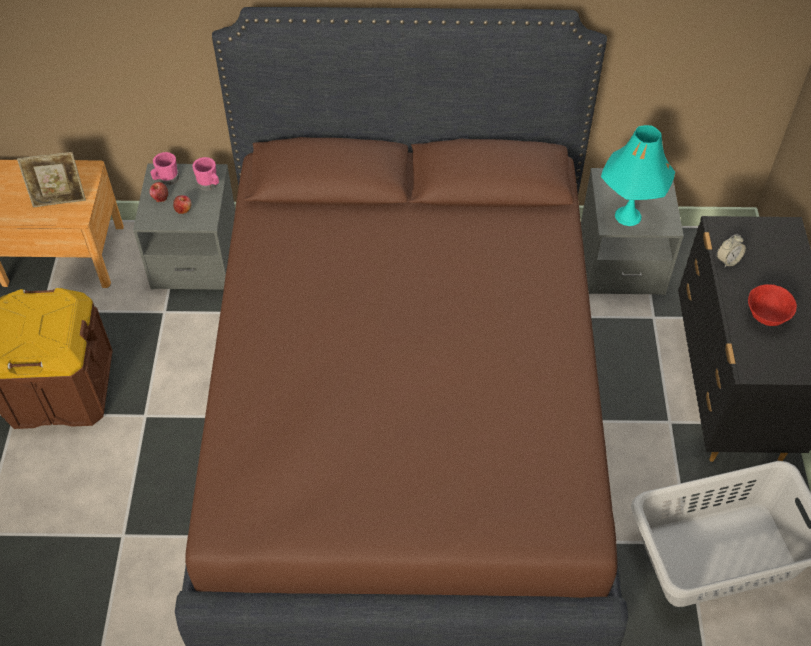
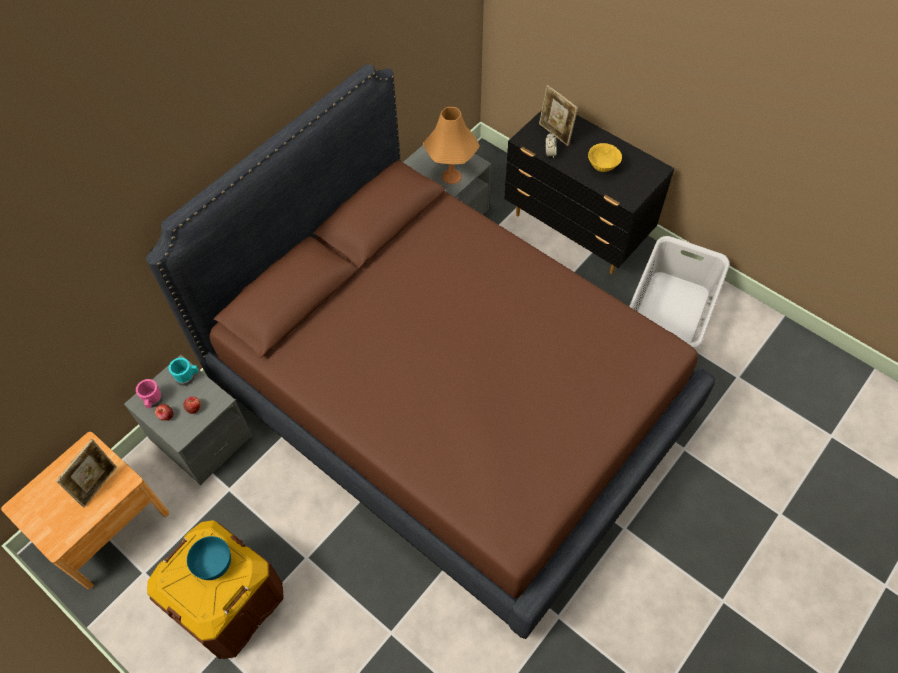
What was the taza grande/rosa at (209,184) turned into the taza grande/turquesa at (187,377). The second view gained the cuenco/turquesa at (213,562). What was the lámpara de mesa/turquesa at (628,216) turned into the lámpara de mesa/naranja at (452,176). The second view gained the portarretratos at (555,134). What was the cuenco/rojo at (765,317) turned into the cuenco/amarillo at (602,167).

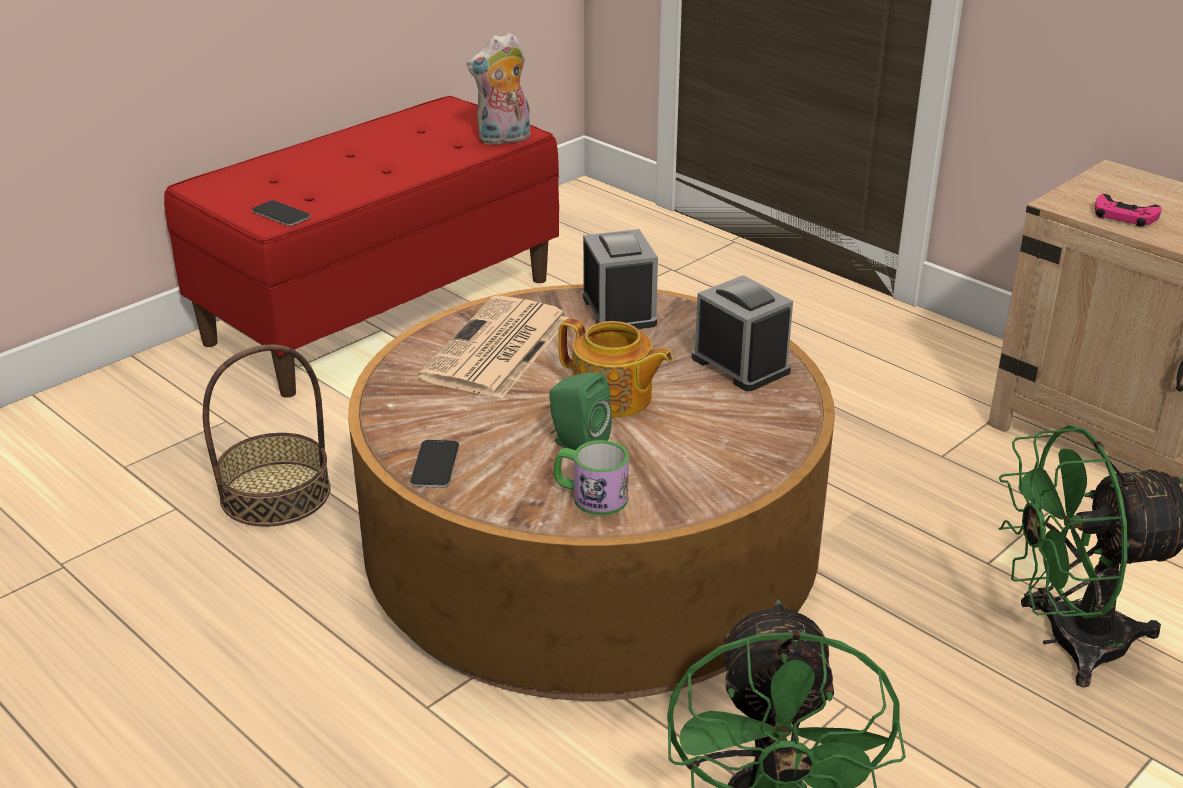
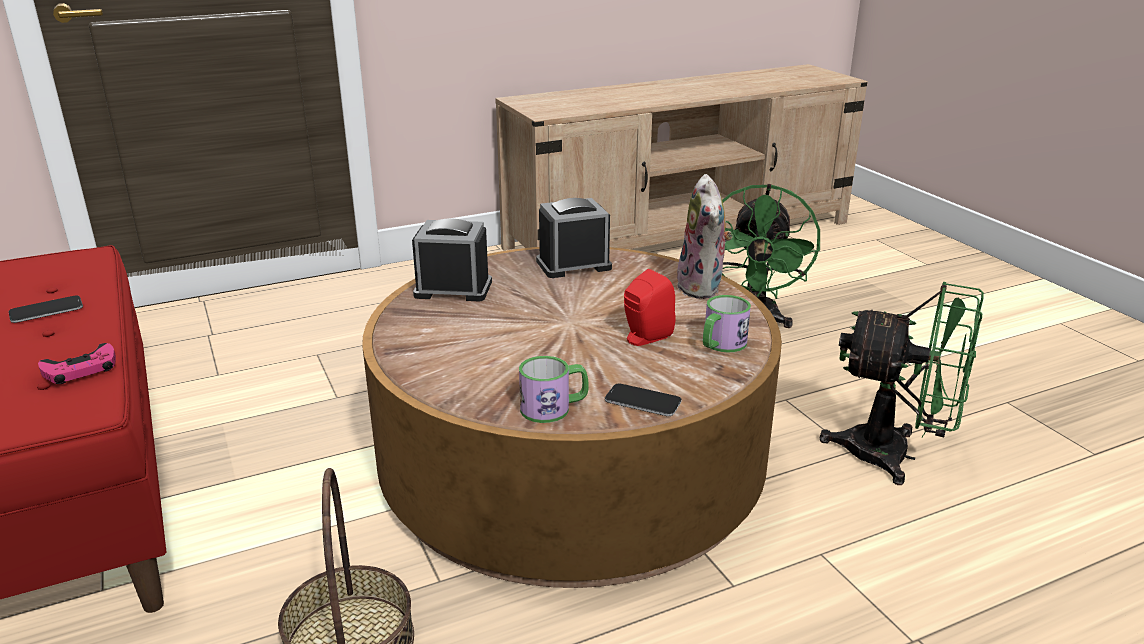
The móvil ended up elsewhere, having gone from (281,215) to (46,311). The mando de consola/rosa ended up elsewhere, having gone from (1124,216) to (81,370). The second view gained the taza grande at (554,408). What was the altavoz/verde at (576,444) turned into the altavoz/rojo at (644,338). The peluche ended up elsewhere, having gone from (504,139) to (703,288). The second view lost the periódico at (497,350). The second view lost the tetera at (613,398).

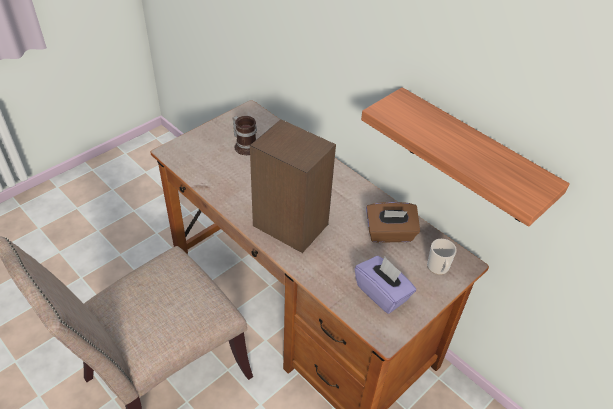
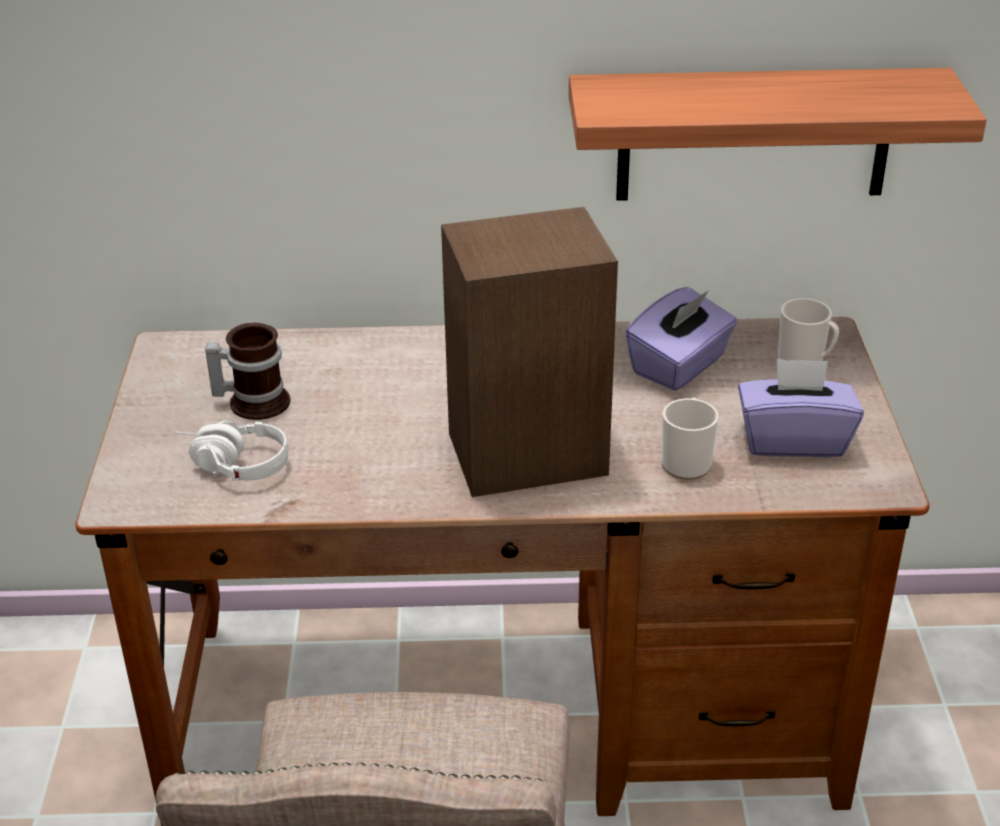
The second view gained the auriculares/blanco at (230,465). What was the caja de pañuelos/marrón at (390,234) turned into the caja de pañuelos/morado at (679,366). The second view gained the taza grande at (687,461).

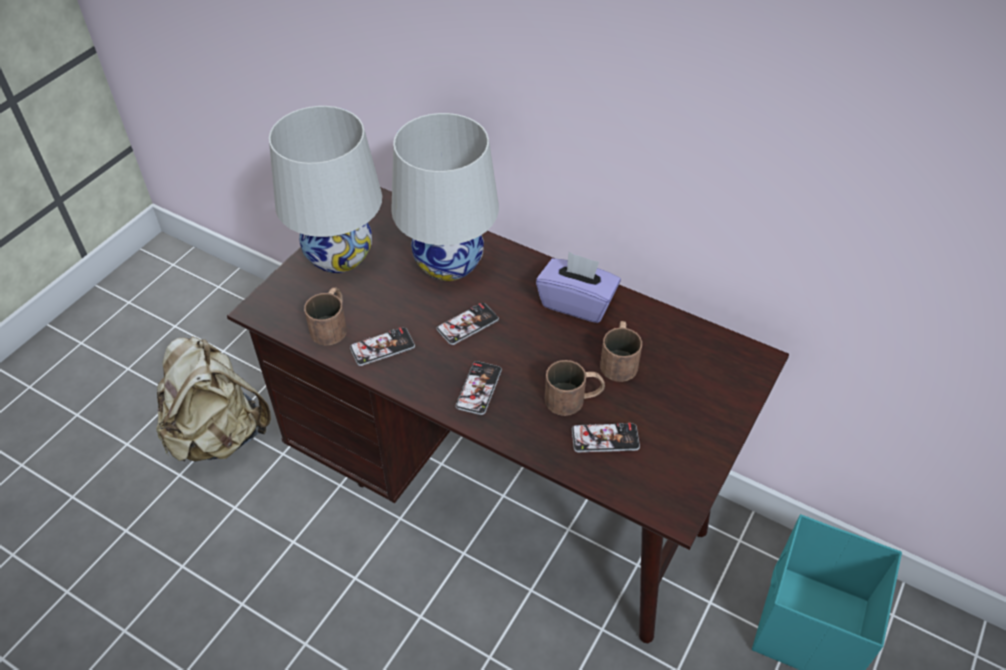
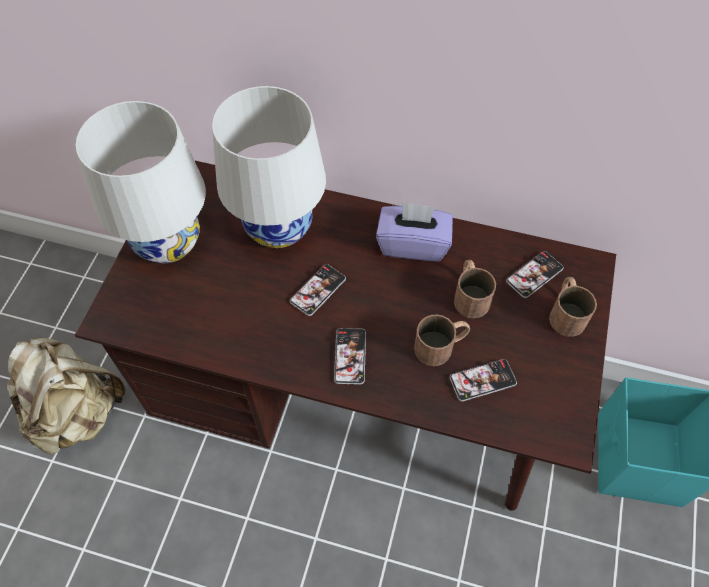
The móvil ended up elsewhere, having gone from (382,347) to (534,275). The taza grande/marrón ended up elsewhere, having gone from (332,324) to (566,312).

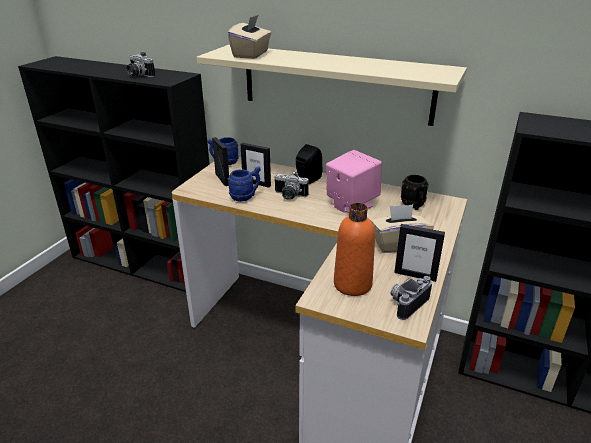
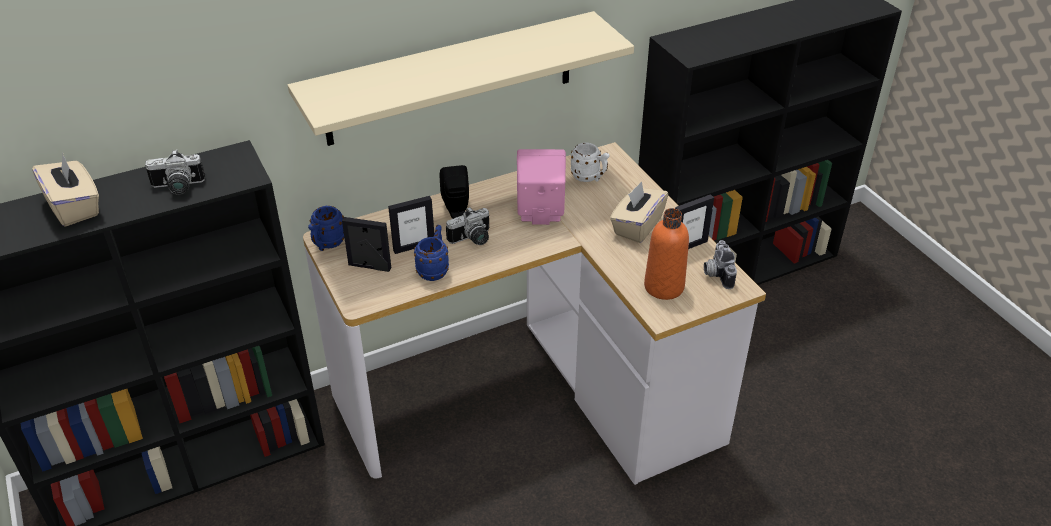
The caja de pañuelos/beis ended up elsewhere, having gone from (251,54) to (74,207). What was the taza grande/negro at (413,206) turned into the taza grande/blanco at (589,177).

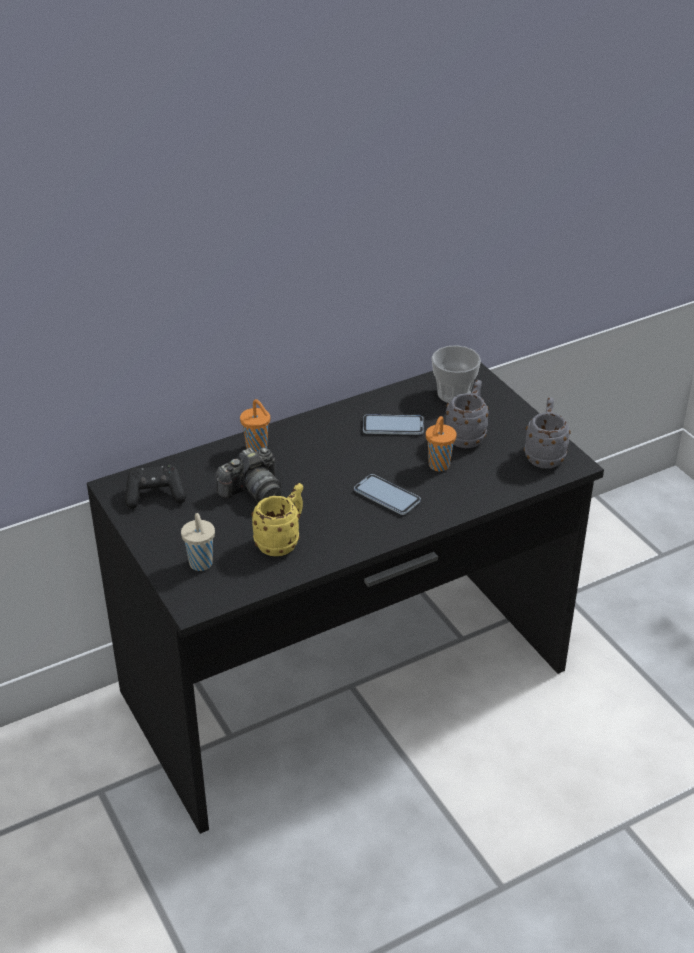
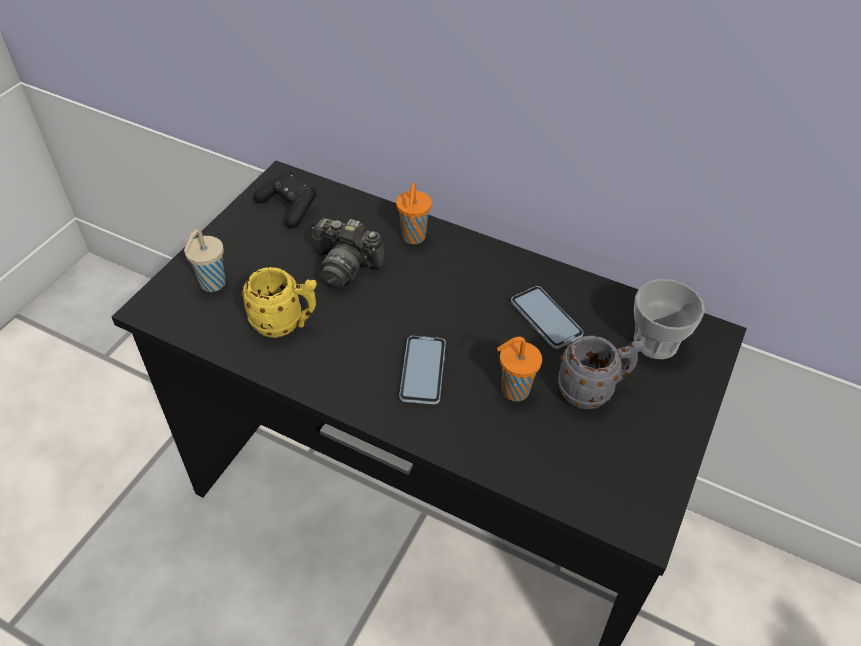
The second view lost the taza grande/gris at (544,455).

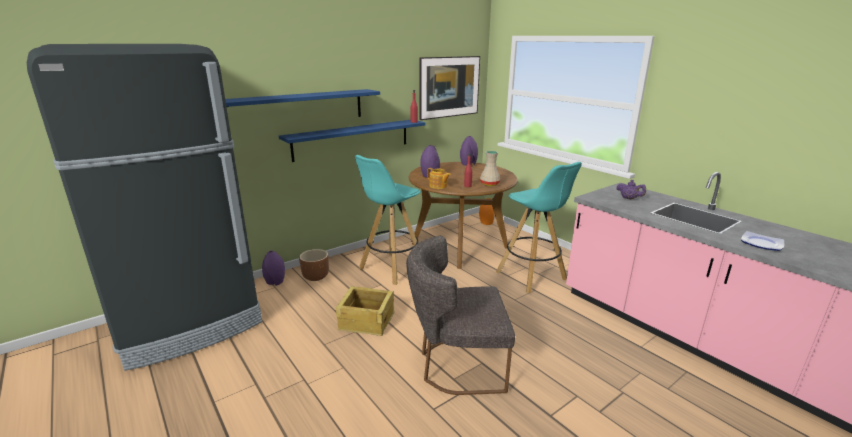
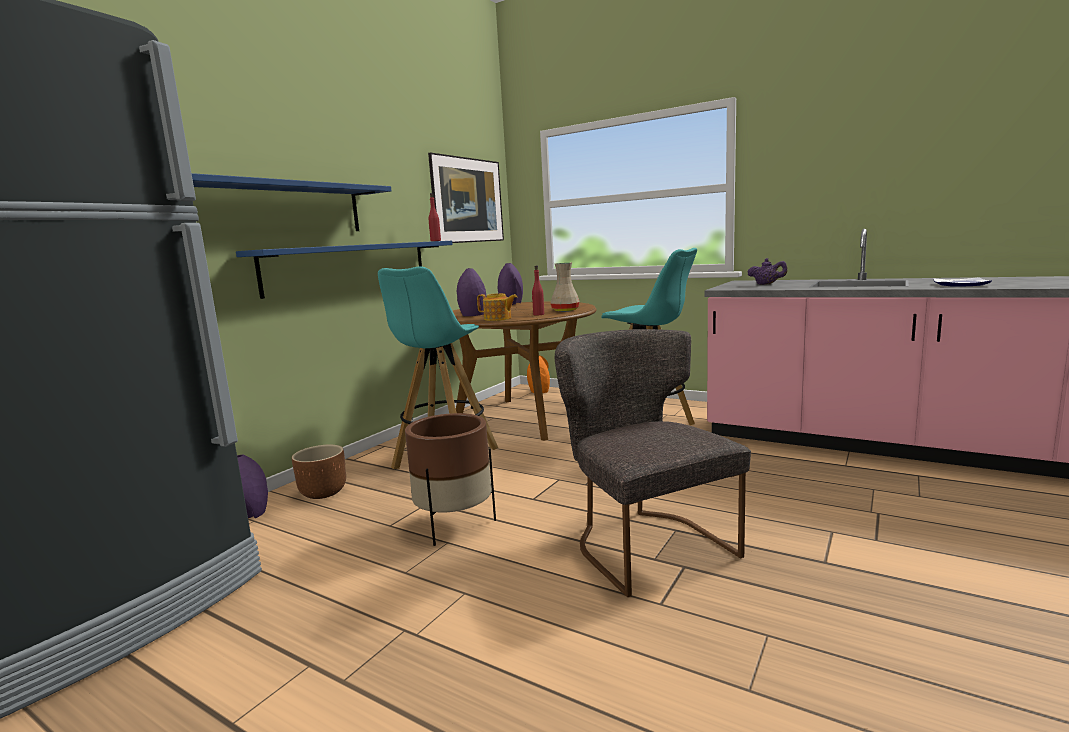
Where the caja de embalaje stood at (366,320), the maceta/marrón came to stand at (455,525). The silla/gris at (456,365) ended up facing another way, 90 degrees clockwise from before.

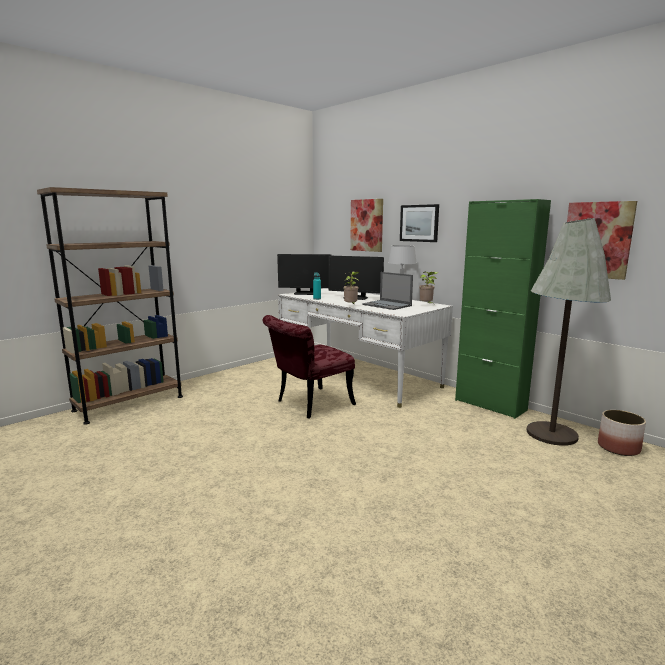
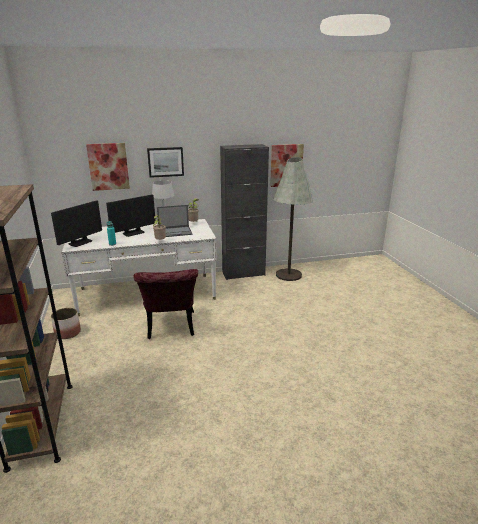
The maceta ended up elsewhere, having gone from (618,448) to (67,333). What was the armario/verde at (490,405) turned into the armario/negro at (243,274).

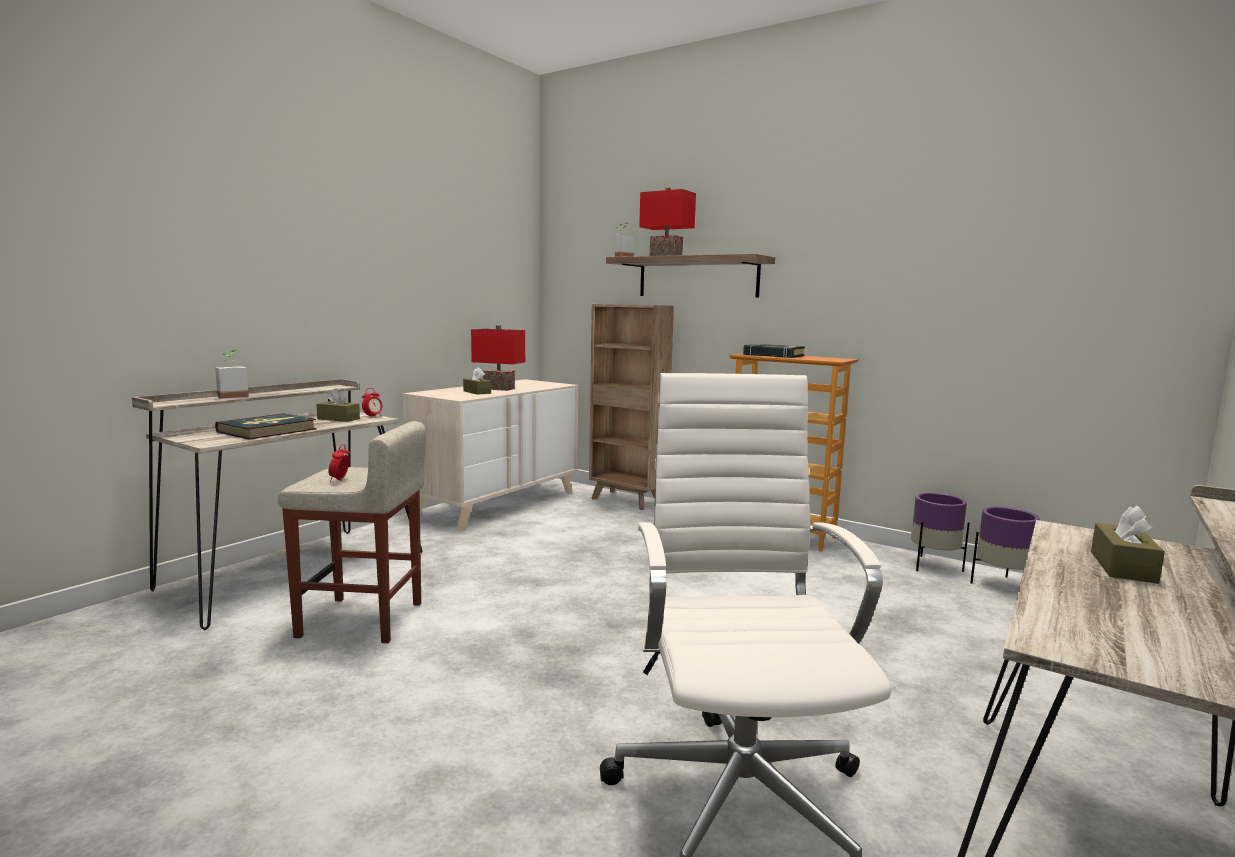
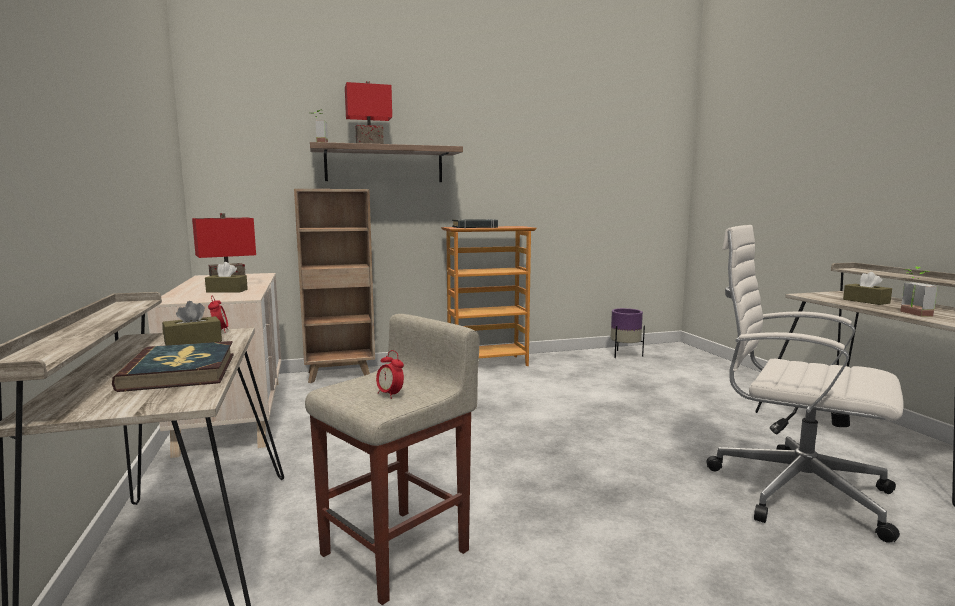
The planta en maceta ended up elsewhere, having gone from (231,396) to (911,314). The second view lost the maceta/morado at (933,566).

